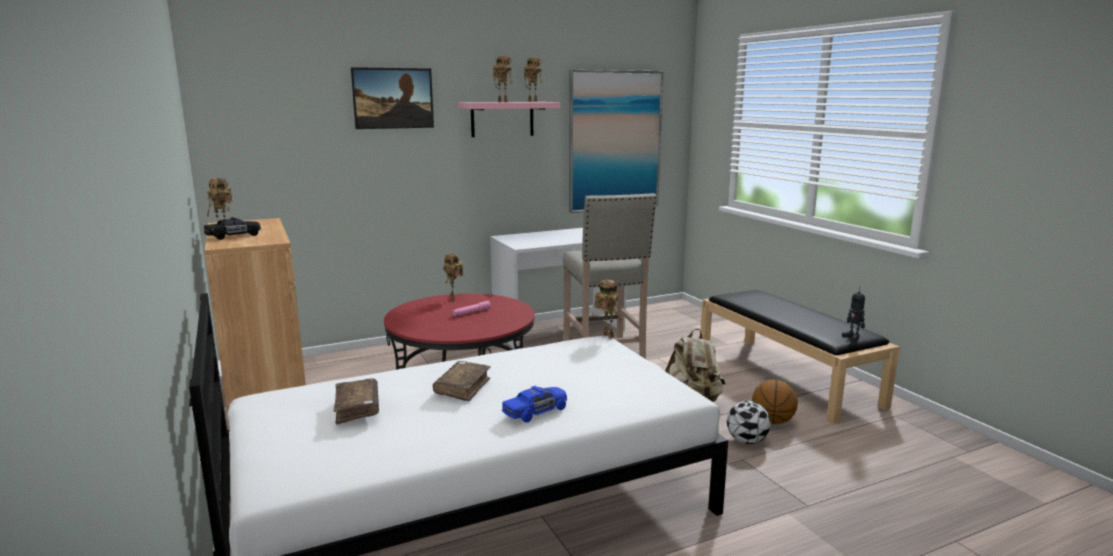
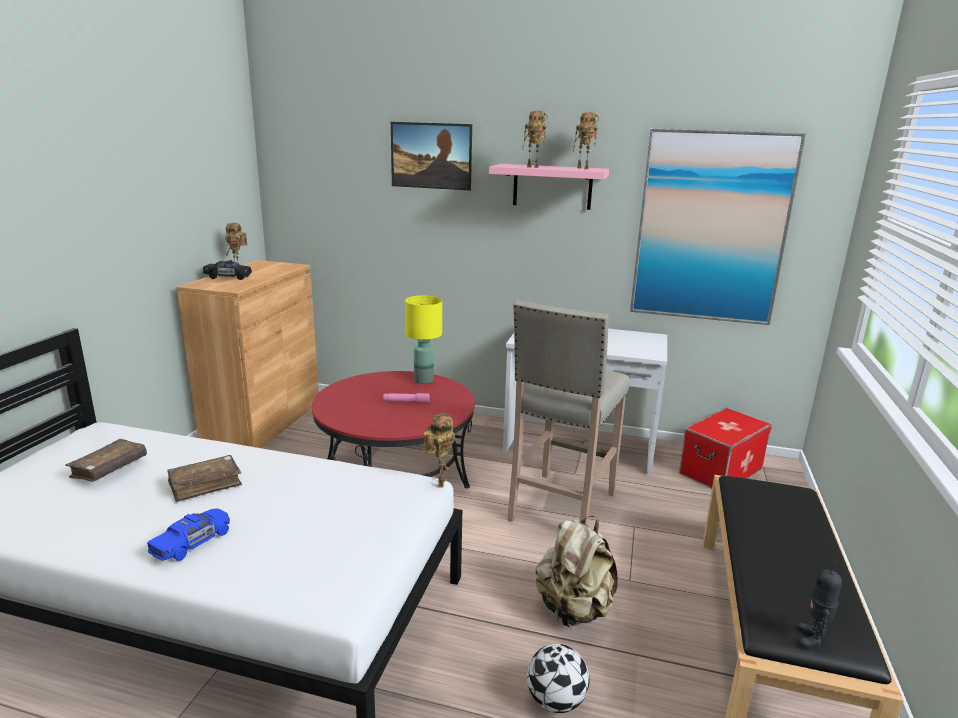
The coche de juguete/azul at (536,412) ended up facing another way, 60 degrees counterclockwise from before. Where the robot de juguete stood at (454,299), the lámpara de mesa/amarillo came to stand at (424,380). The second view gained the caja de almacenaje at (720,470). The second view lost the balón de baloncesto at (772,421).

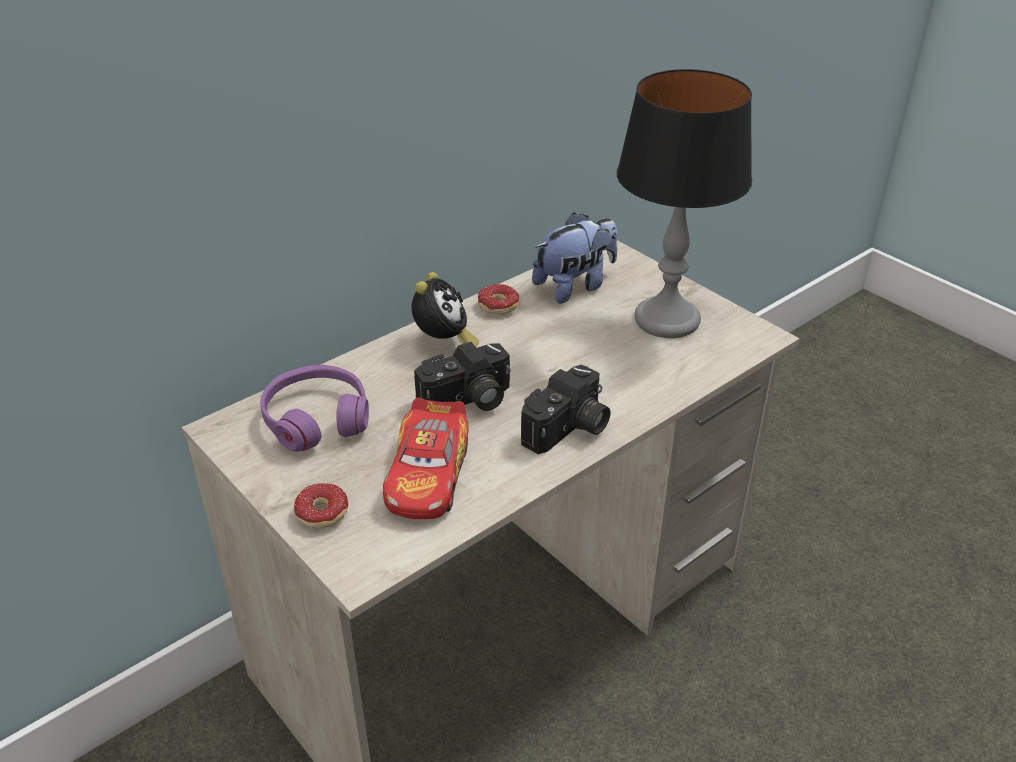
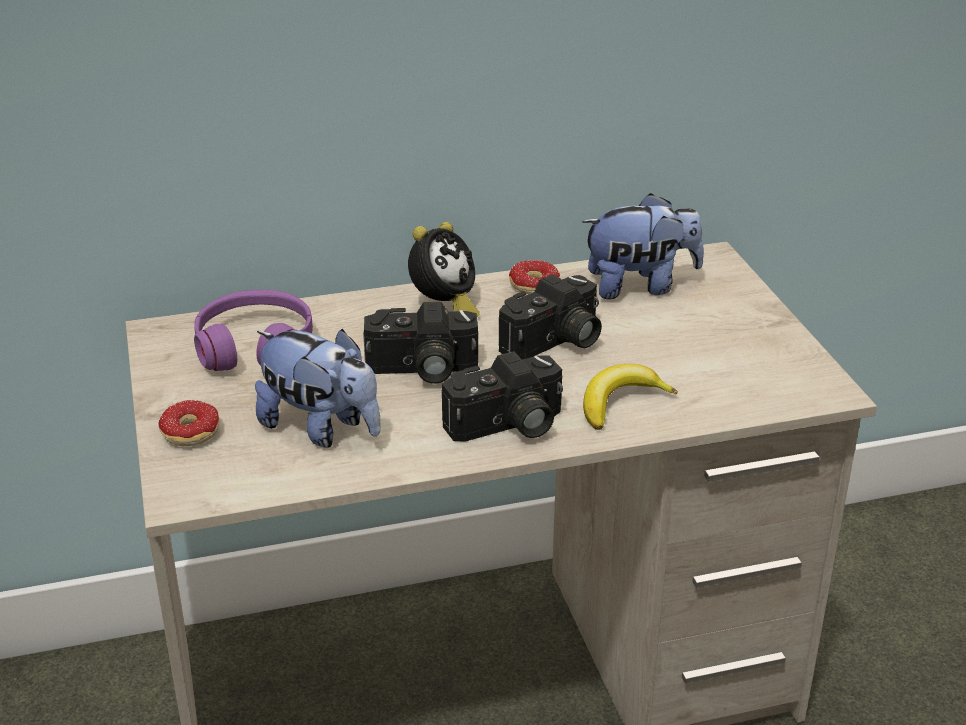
Where the coche de juguete stood at (428,475), the peluche came to stand at (321,428). The second view gained the cámara at (555,343). The second view gained the plátano at (620,403). The second view lost the lámpara de mesa at (667,320).

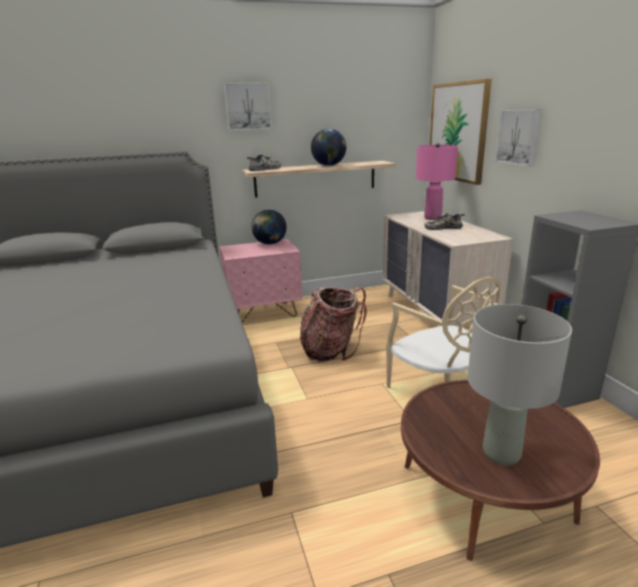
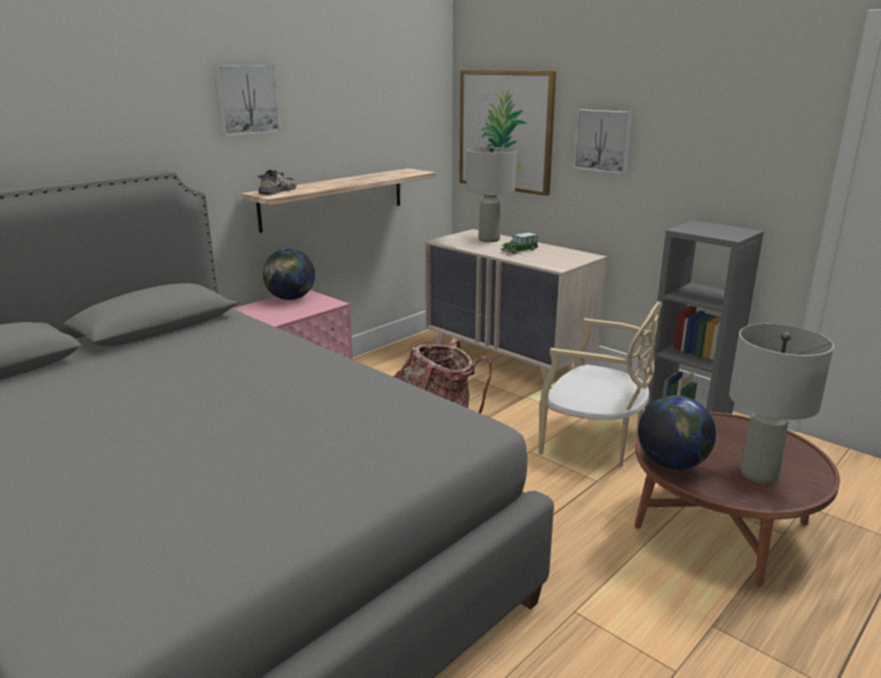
What was the lámpara de mesa/rosa at (432,218) turned into the lámpara de mesa/gris at (488,239). Where the zapato stood at (443,227), the coche de juguete came to stand at (519,251). The globo terráqueo ended up elsewhere, having gone from (329,165) to (672,463).

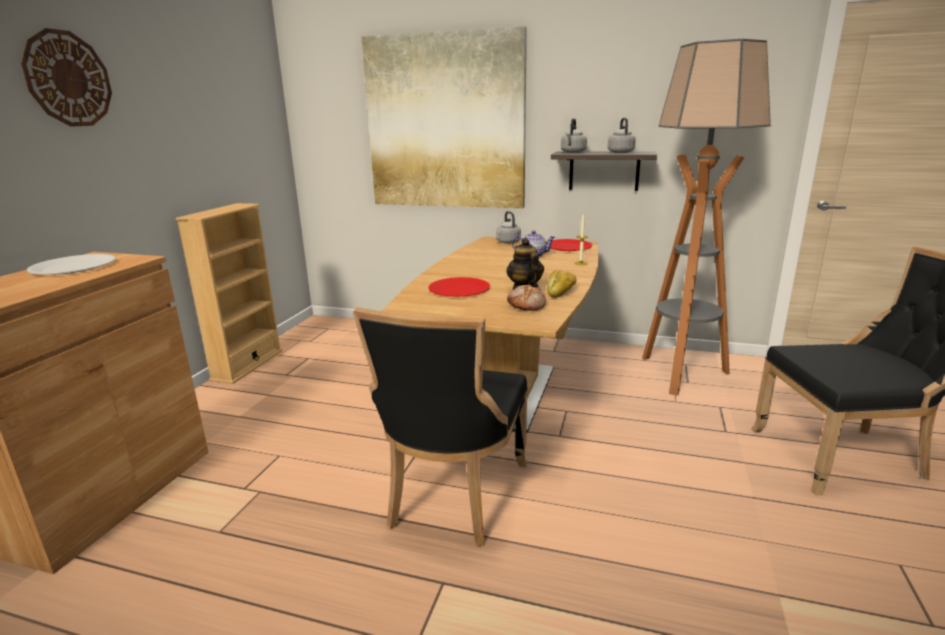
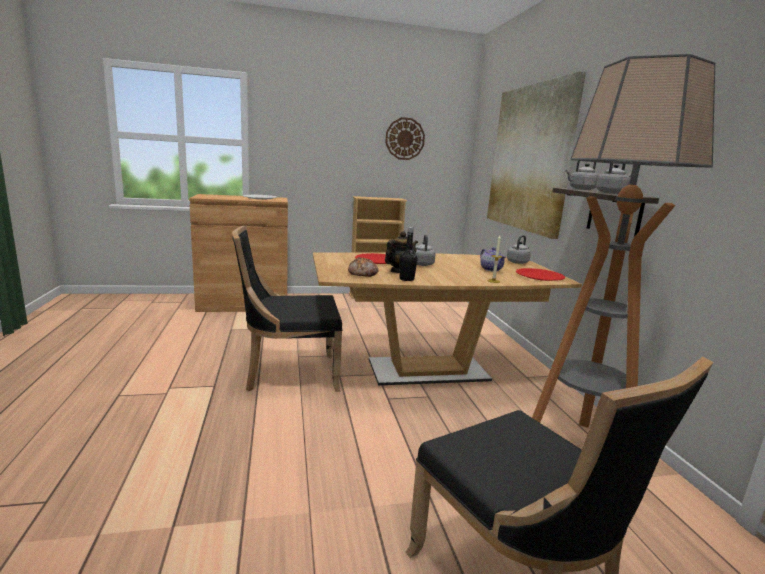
The reloj de pared ended up elsewhere, having gone from (68,79) to (405,139). Where the pan stood at (561,291), the botella/negro came to stand at (406,279). The second view gained the hervidor/gris at (422,264).

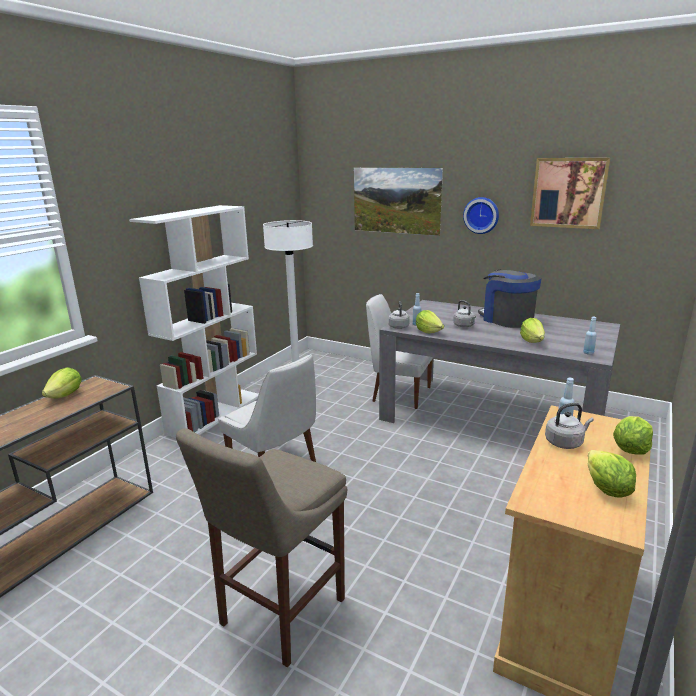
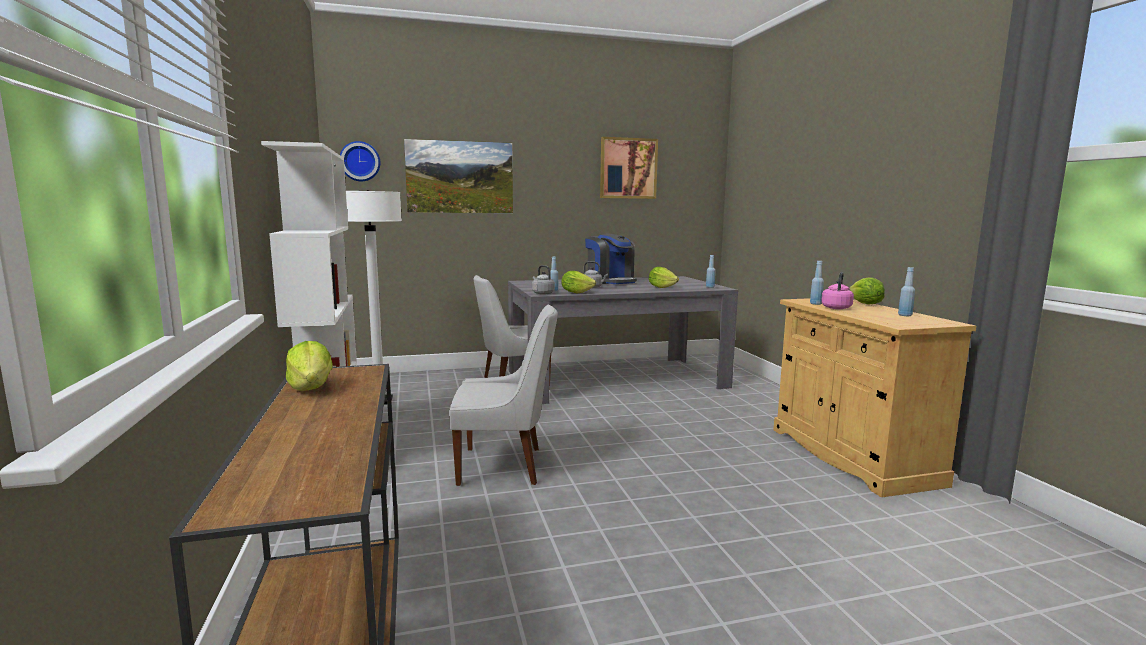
The reloj de pared ended up elsewhere, having gone from (481,215) to (360,161). The cafetera at (506,319) ended up facing another way, 135 degrees counterclockwise from before. What was the hervidor/gris at (565,442) turned into the hervidor/rosa at (836,307). Where the lechuga stood at (606,489), the botella/azul came to stand at (905,315). The second view lost the taburete/beis at (278,615).

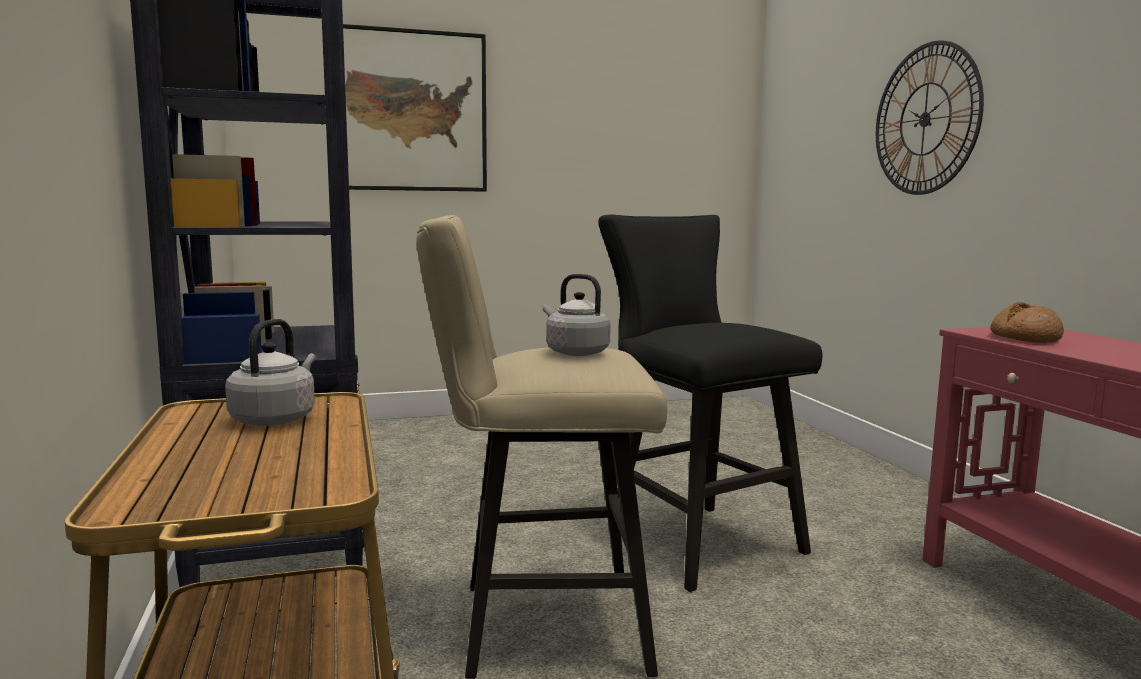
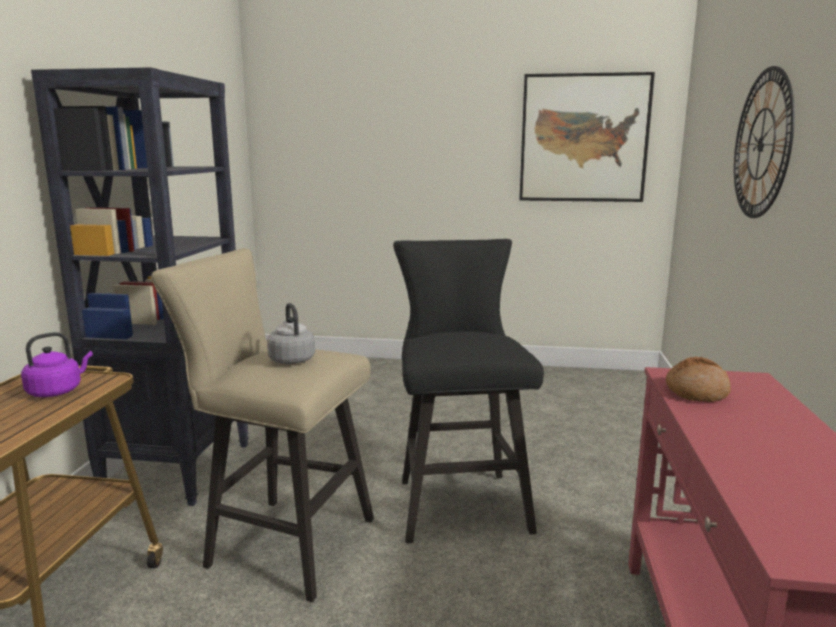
What was the hervidor/gris at (276,419) turned into the hervidor/morado at (57,391). The cuadro ended up elsewhere, having gone from (408,111) to (583,138).

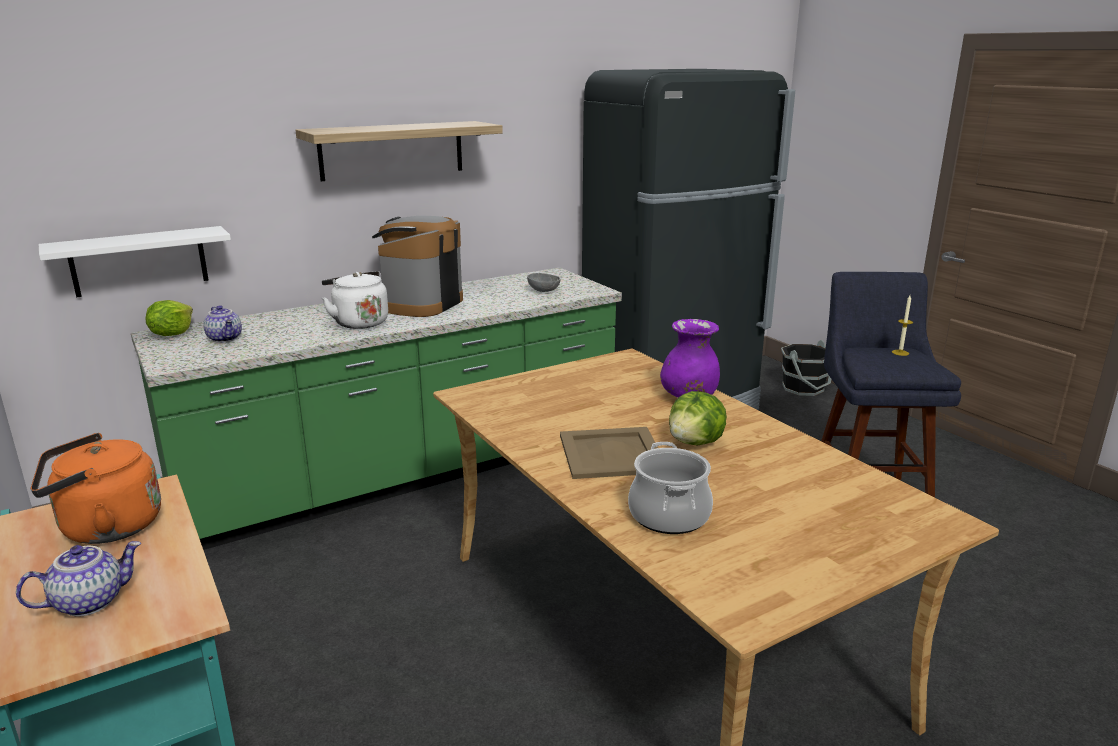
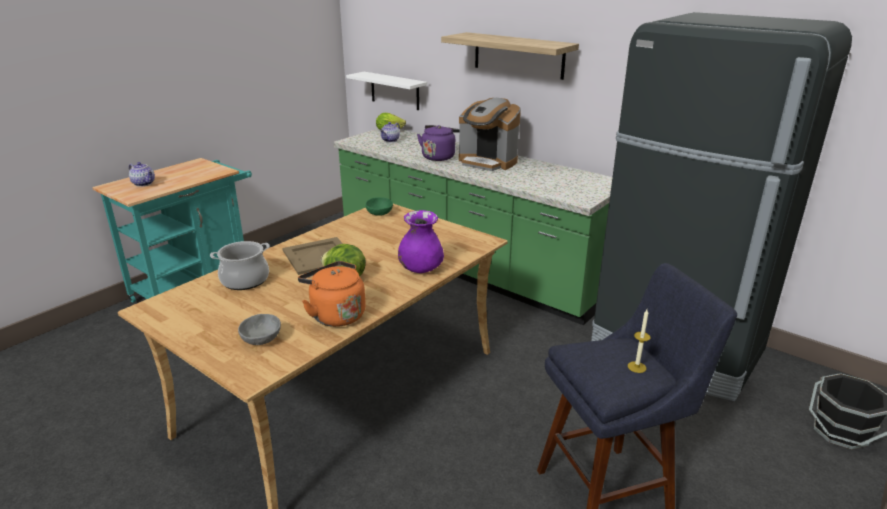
The cuenco/gris ended up elsewhere, having gone from (544,290) to (262,340). The hervidor/naranja ended up elsewhere, having gone from (105,528) to (335,315). The second view gained the cuenco/verde at (380,213). What was the hervidor/blanco at (359,322) turned into the hervidor/morado at (439,157). The cafetera at (421,304) ended up facing another way, 150 degrees counterclockwise from before.

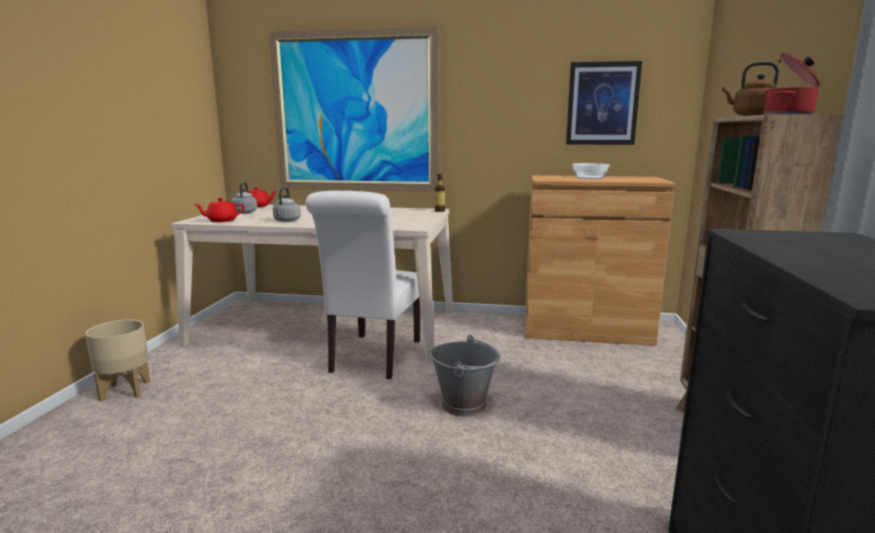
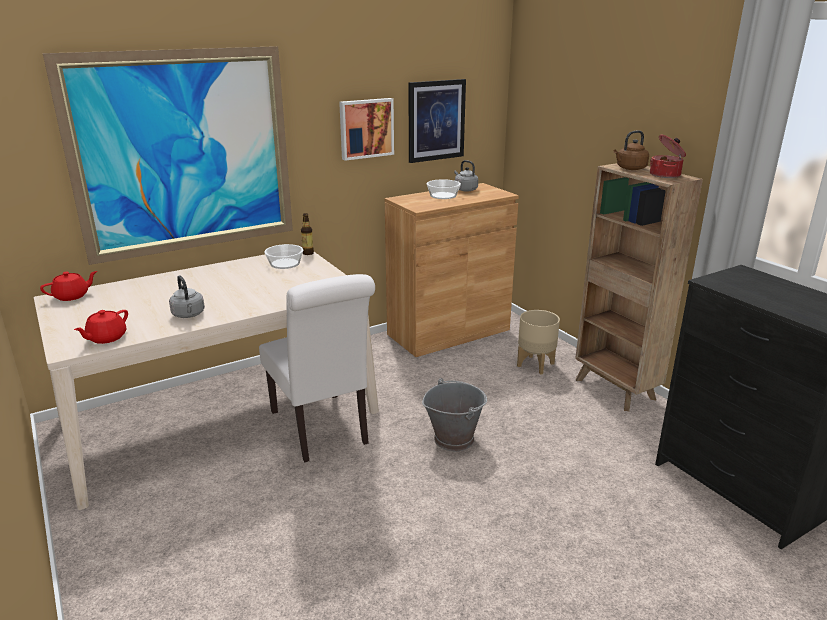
The second view gained the cuenco at (285,263). The second view gained the cuadro at (366,128). The hervidor/gris ended up elsewhere, having gone from (245,212) to (465,189). The maceta/beis ended up elsewhere, having gone from (126,390) to (535,364).

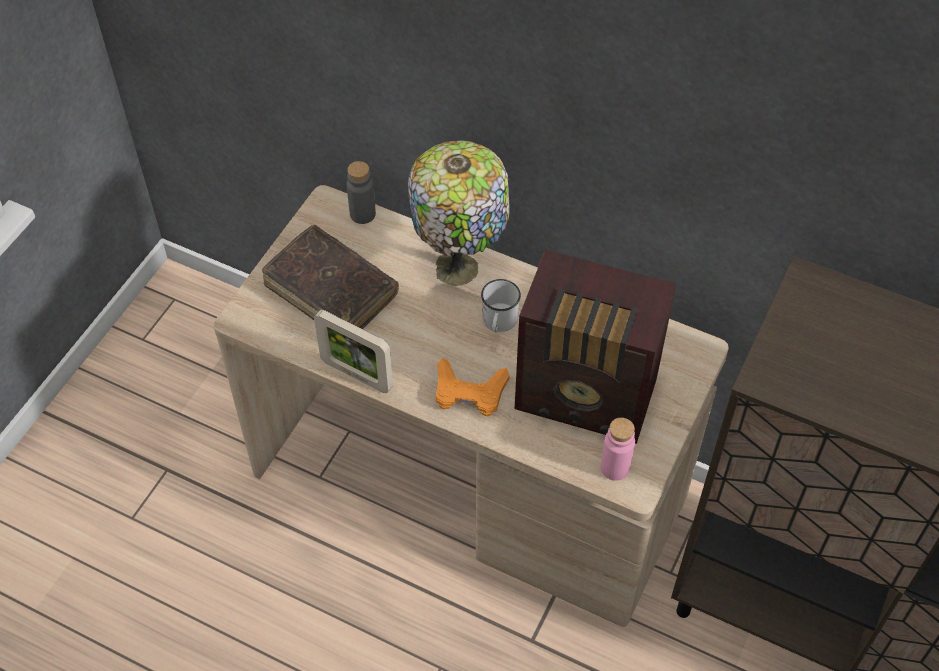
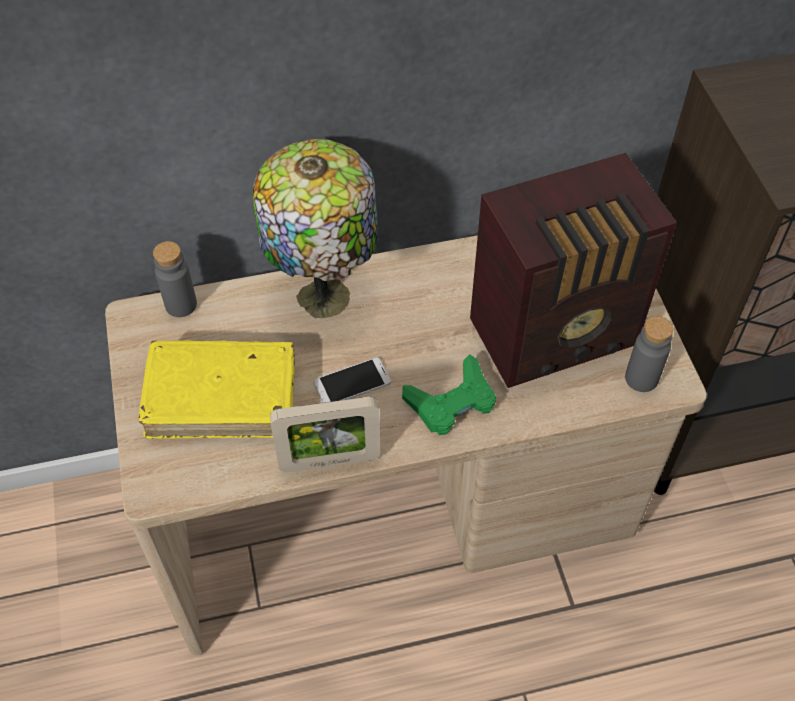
What was the libro/marrón at (331,291) turned into the libro/amarillo at (222,398). The second view gained the móvil at (352,382). What was the mando de consola/naranja at (469,392) turned into the mando de consola/verde at (452,402). What was the botella/rosa at (615,467) turned into the botella/gris at (641,378). The second view lost the taza grande/blanco at (498,323).

